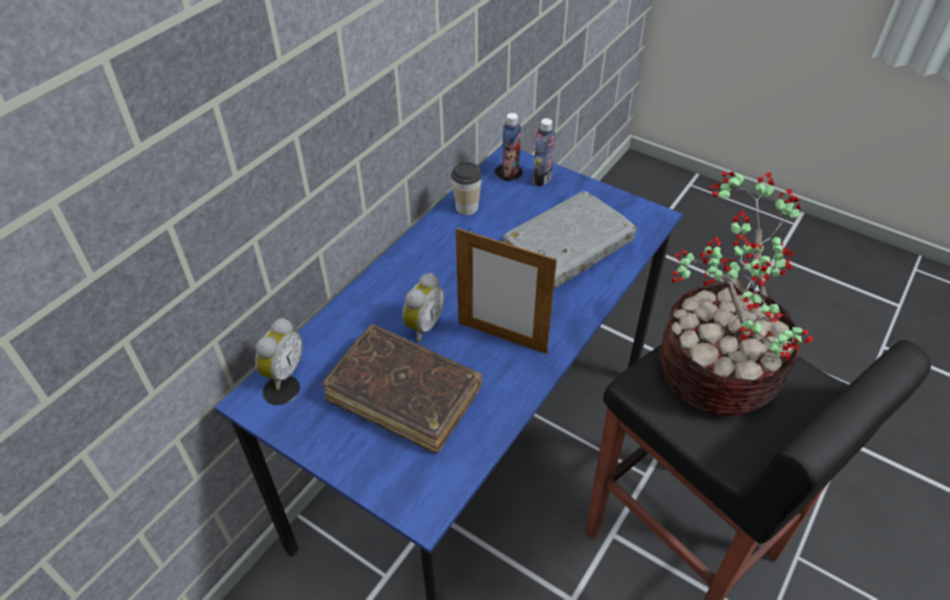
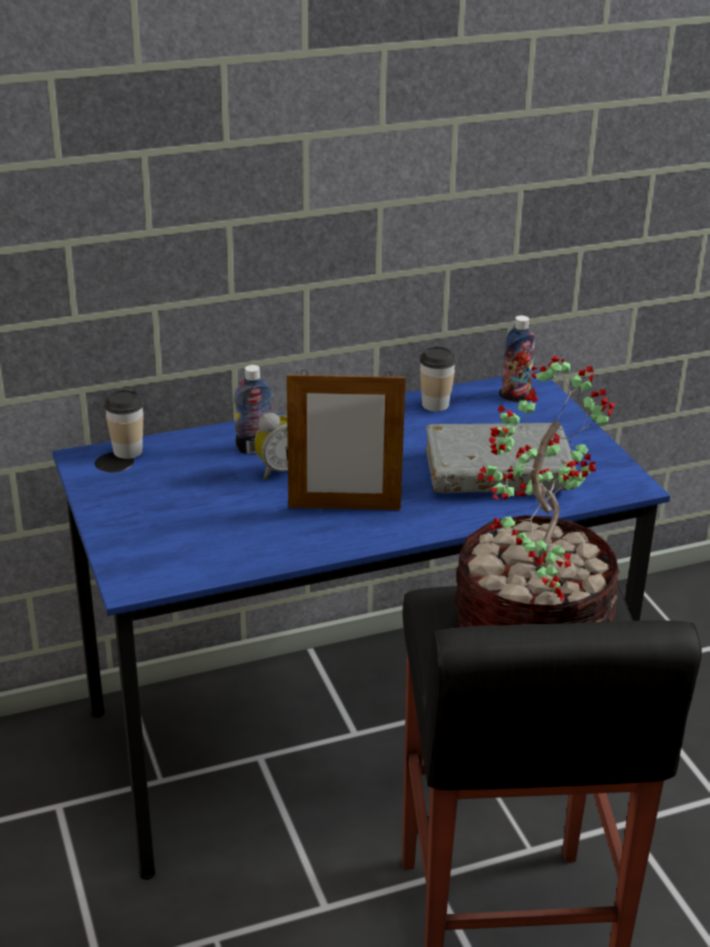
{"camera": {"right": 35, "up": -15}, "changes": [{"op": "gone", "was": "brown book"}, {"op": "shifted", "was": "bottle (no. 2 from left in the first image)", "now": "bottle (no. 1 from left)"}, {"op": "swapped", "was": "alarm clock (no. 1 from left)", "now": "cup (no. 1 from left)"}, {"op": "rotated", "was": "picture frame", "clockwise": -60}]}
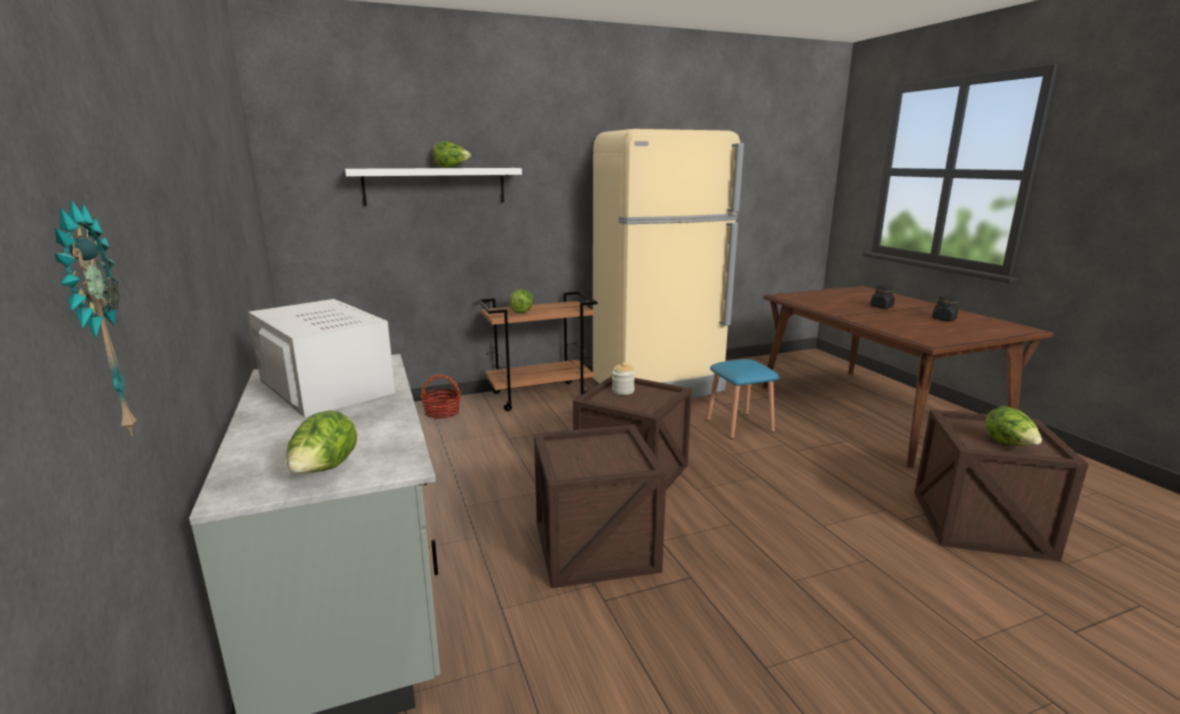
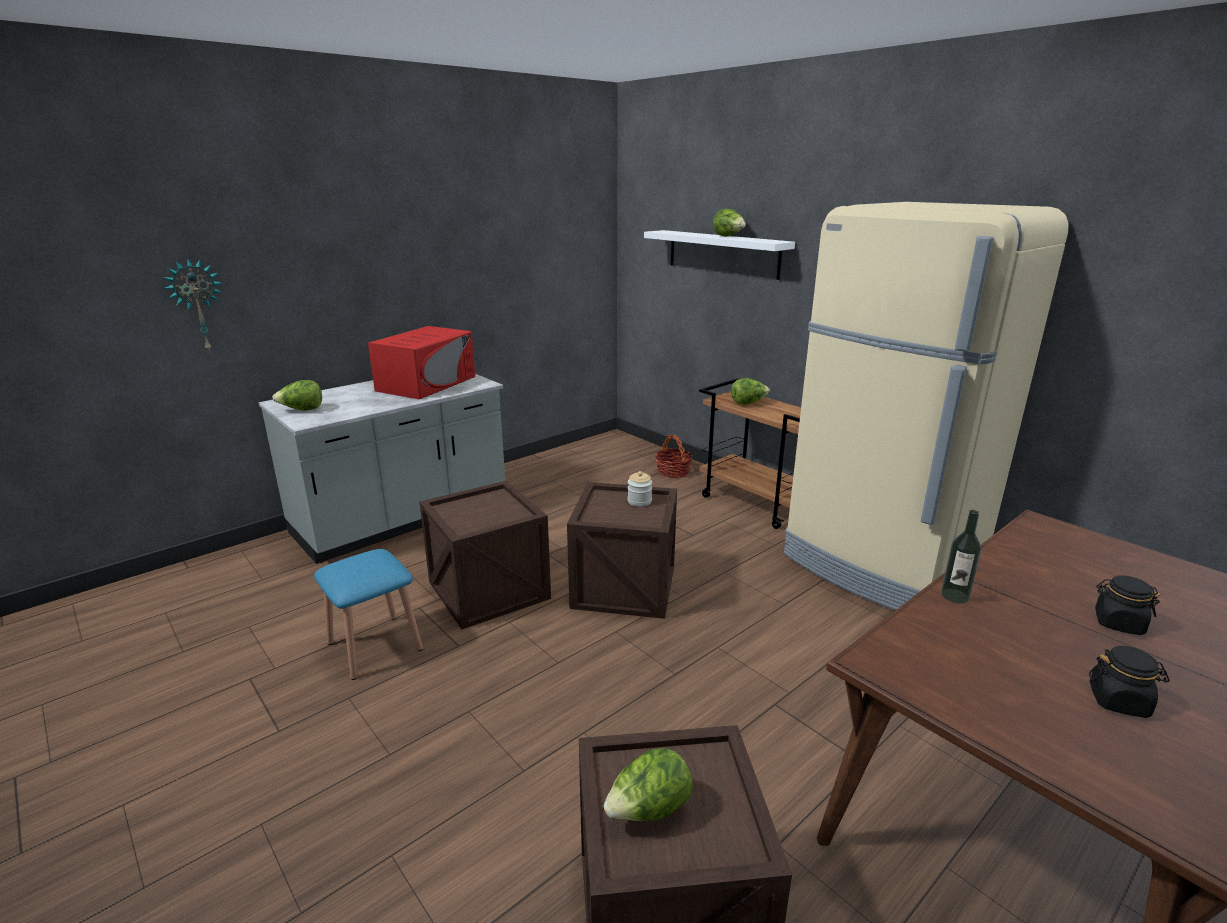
{"camera": {"right": 70, "up": 5}, "changes": [{"op": "new", "now": "bottle"}, {"op": "shifted", "was": "blue stool"}, {"op": "repainted", "was": "white microwave", "now": "red microwave"}]}
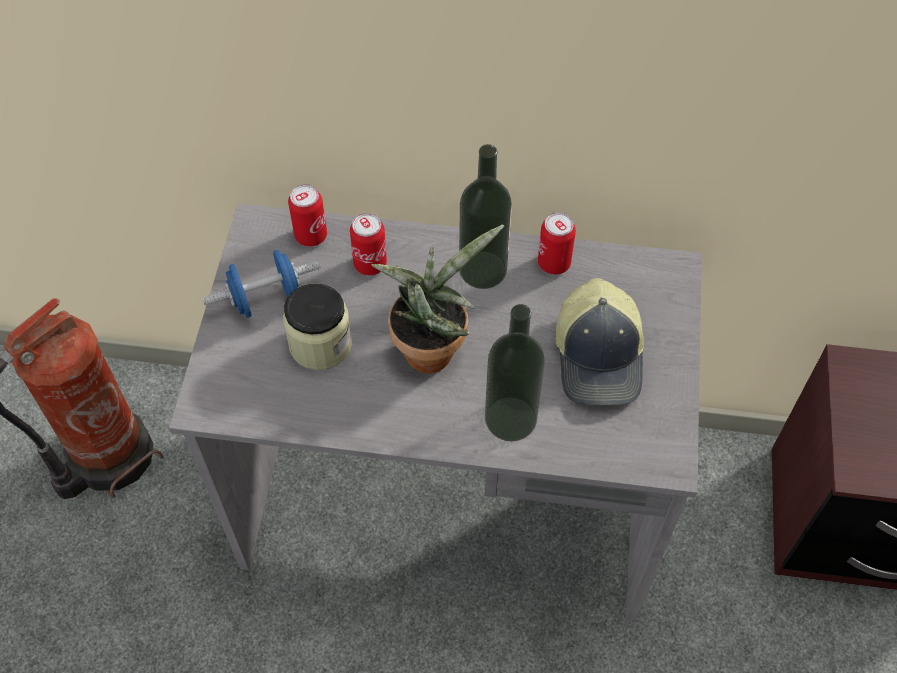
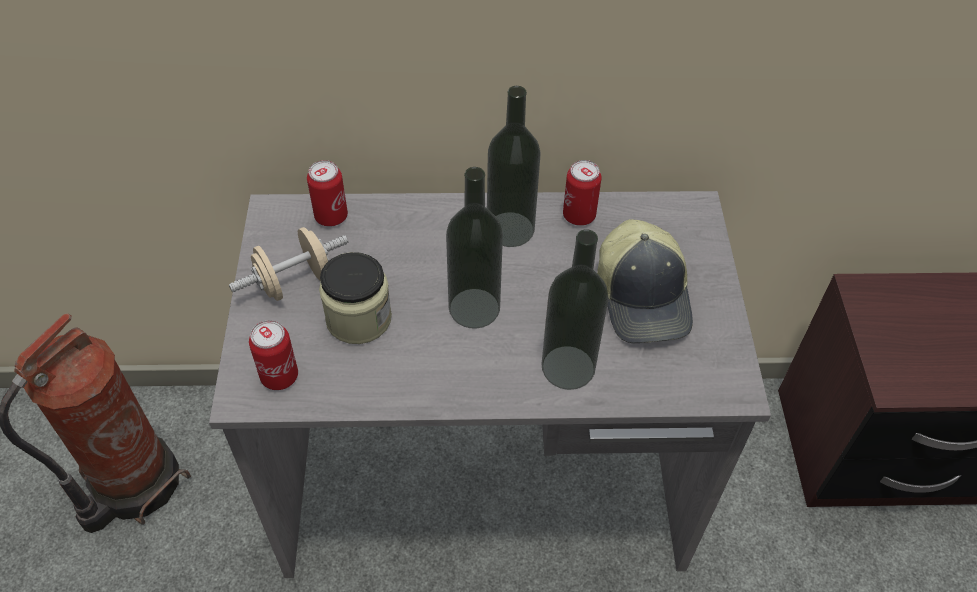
{"camera": {"right": -10, "up": -5}, "changes": [{"op": "shifted", "was": "can (no. 2 from left in the first image)", "now": "can (no. 1 from left)"}, {"op": "swapped", "was": "potted plant", "now": "bottle (no. 1 from left)"}, {"op": "repainted", "was": "blue dumbbell", "now": "beige dumbbell"}]}
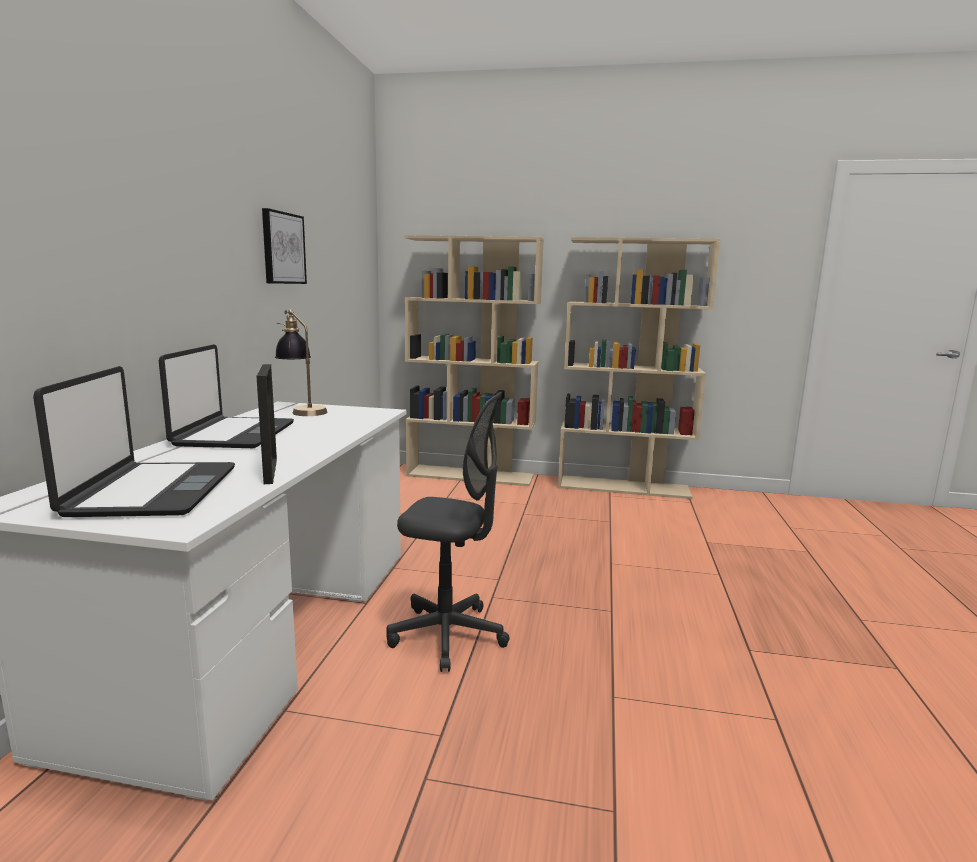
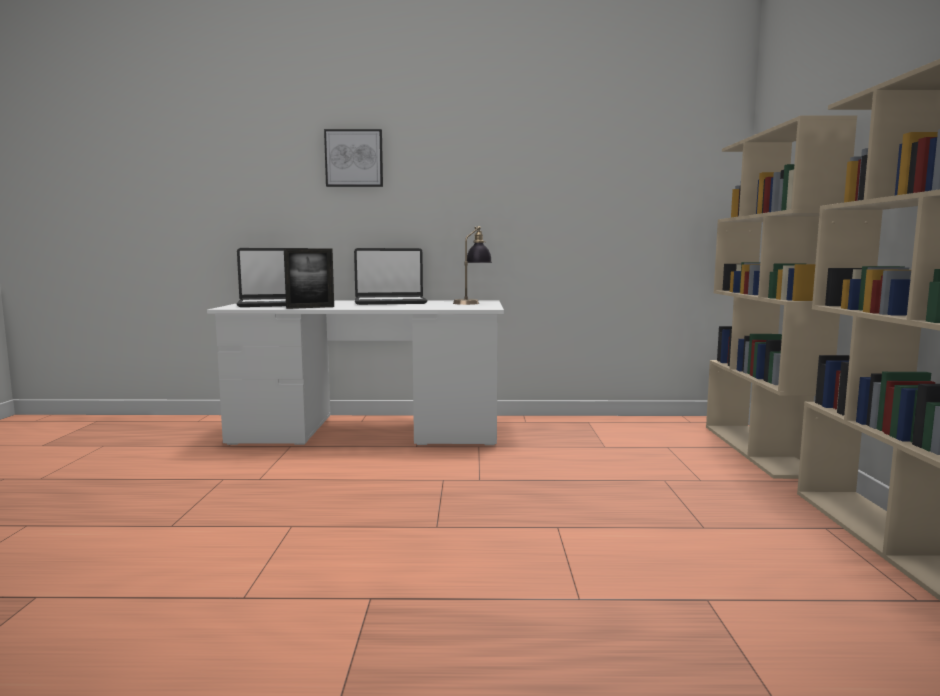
{"camera": {"right": 80, "up": -5}, "changes": [{"op": "gone", "was": "grey office chair"}, {"op": "shifted", "was": "picture"}]}
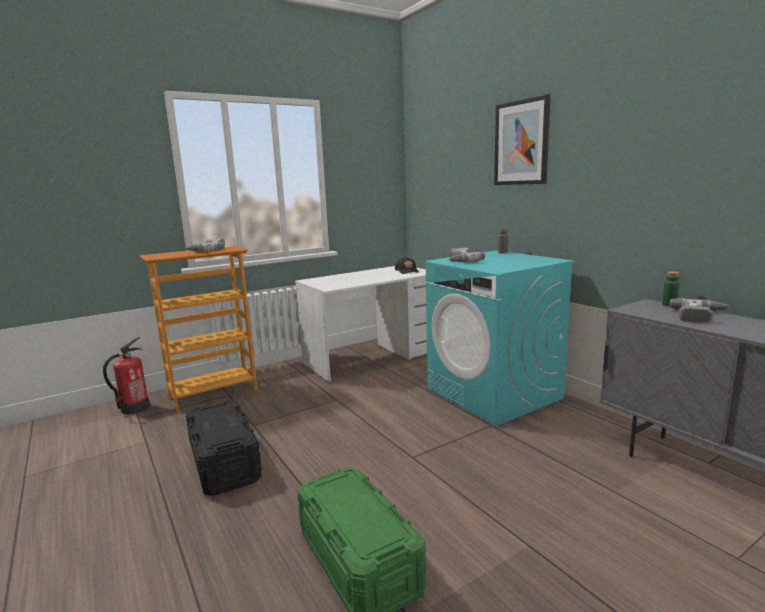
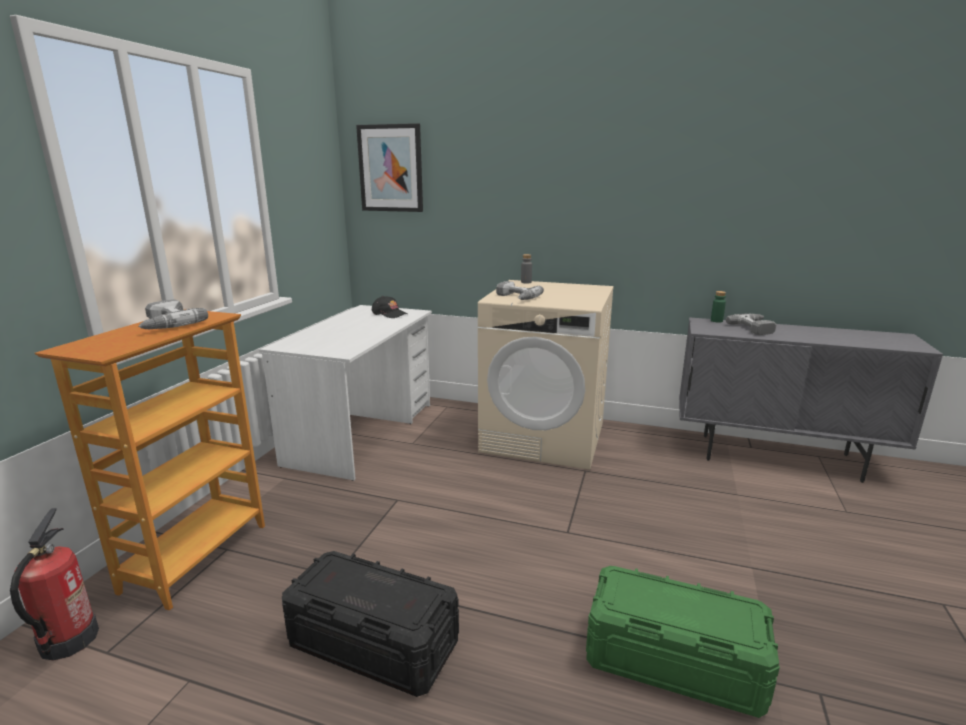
{"camera": {"right": -40, "up": 5}, "changes": [{"op": "shifted", "was": "picture"}, {"op": "repainted", "was": "turquoise washing machine", "now": "beige washing machine"}]}
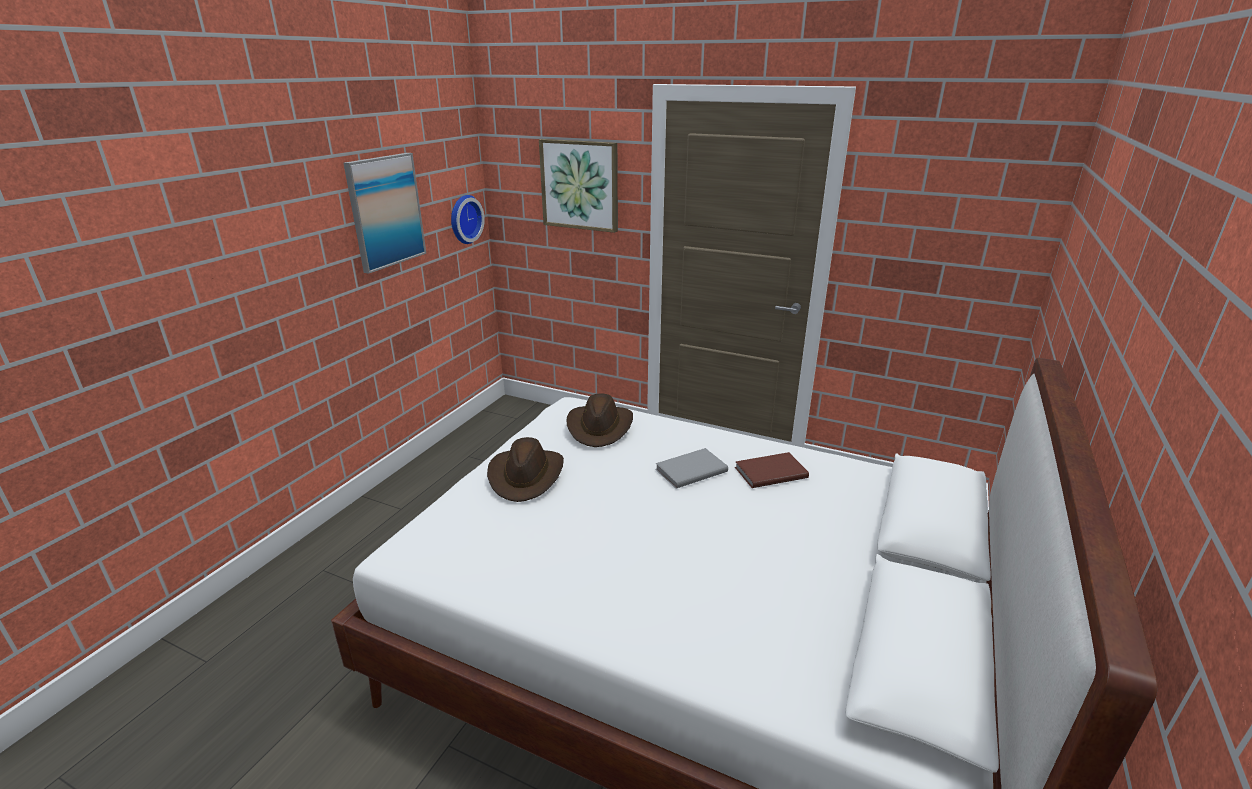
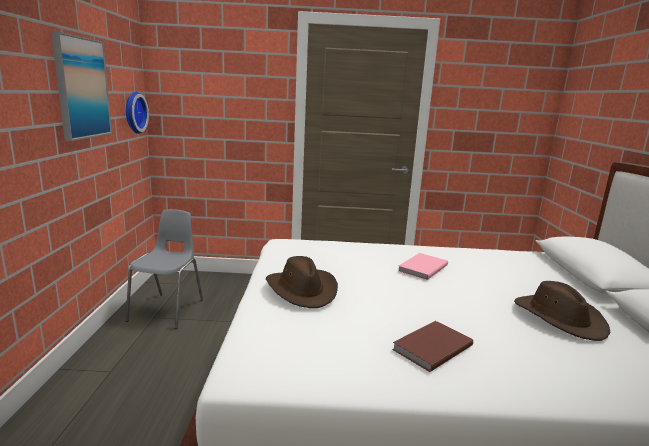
{"camera": {"right": -25, "up": -10}, "changes": [{"op": "gone", "was": "picture (no. 2 from left)"}, {"op": "new", "now": "grey chair"}, {"op": "shifted", "was": "brown hat (no. 2 from left)"}, {"op": "shifted", "was": "brown book"}, {"op": "repainted", "was": "grey book", "now": "pink book"}]}
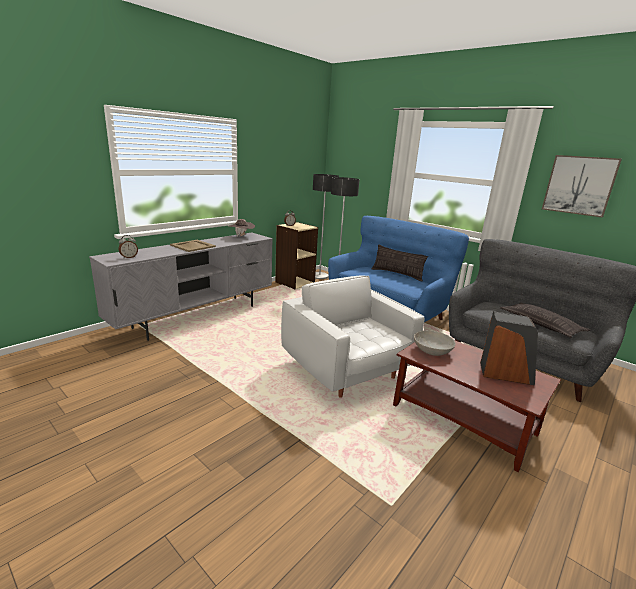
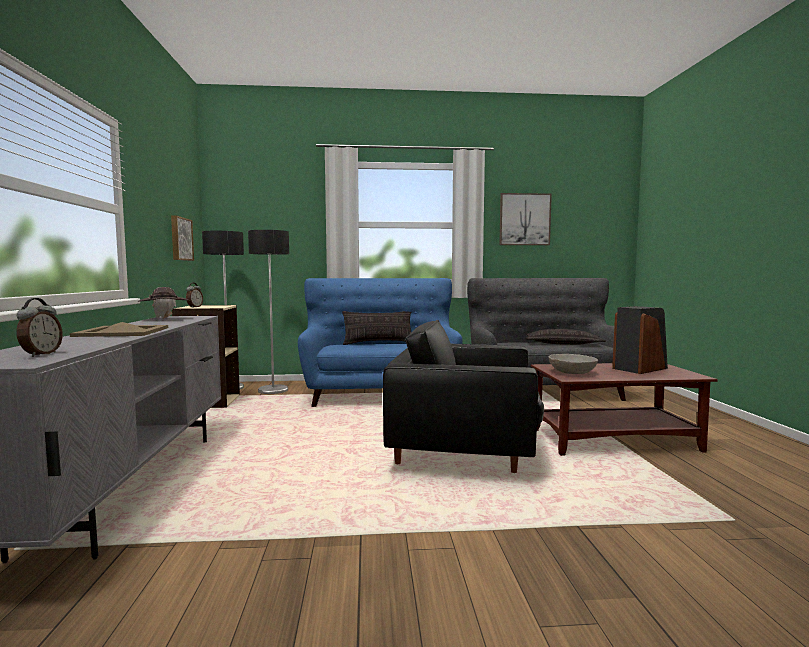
{"camera": {"right": -45, "up": -15}, "changes": [{"op": "new", "now": "picture (no. 1 from left)"}, {"op": "repainted", "was": "white armchair", "now": "black armchair"}]}
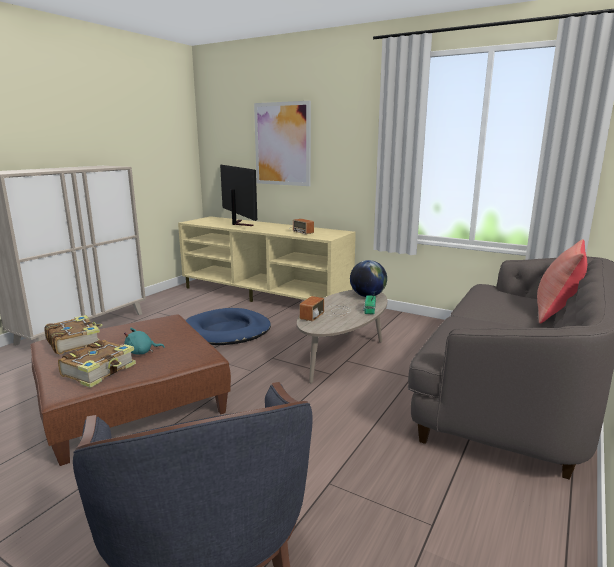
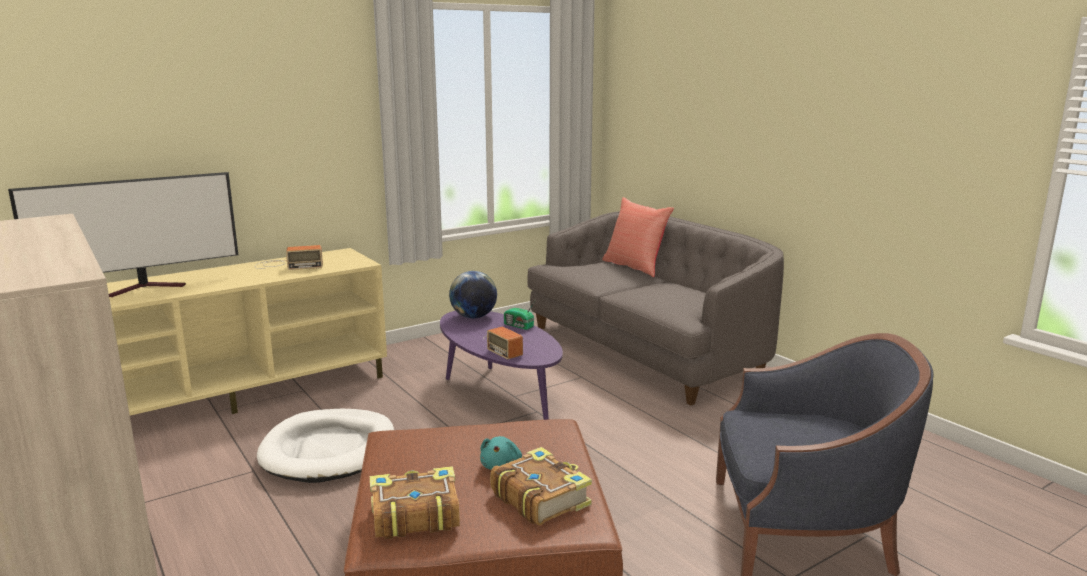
{"camera": {"right": -65, "up": 0}, "changes": [{"op": "gone", "was": "picture"}, {"op": "repainted", "was": "blue dog bed", "now": "white dog bed"}, {"op": "repainted", "was": "beige coffee table", "now": "purple coffee table"}, {"op": "rotated", "was": "television", "clockwise": 150}]}
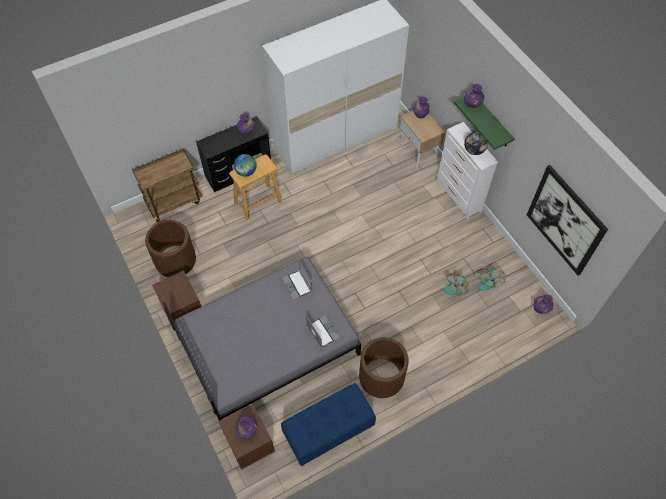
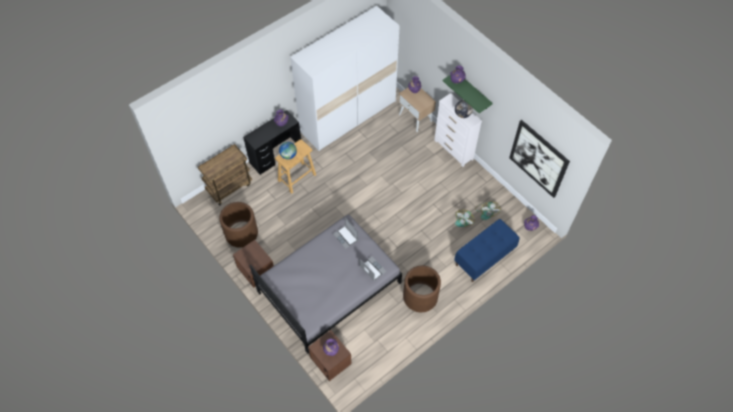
{"camera": {"right": -10, "up": 0}, "changes": [{"op": "shifted", "was": "blue bench"}]}
